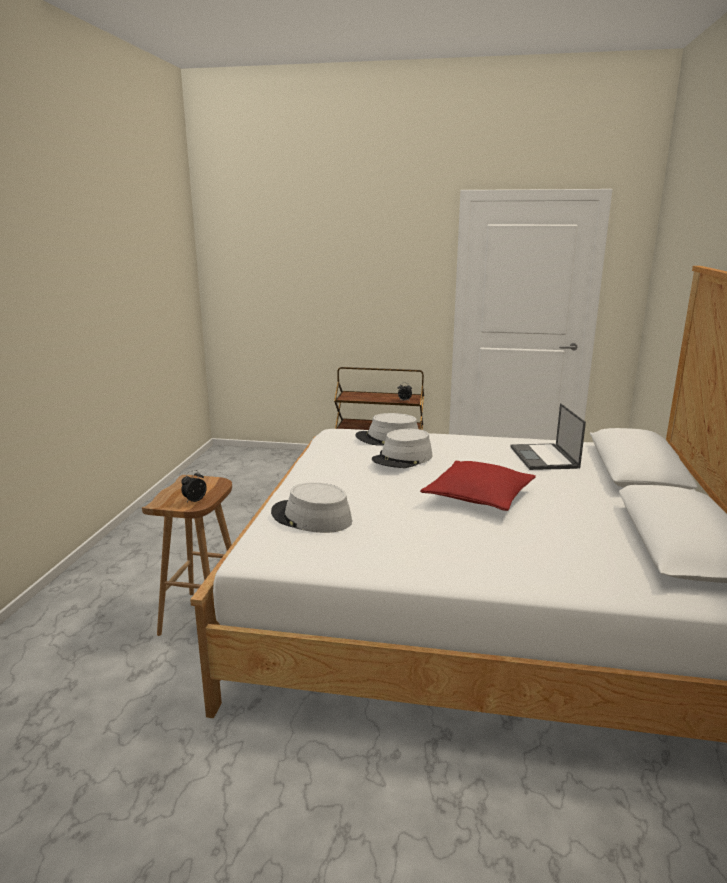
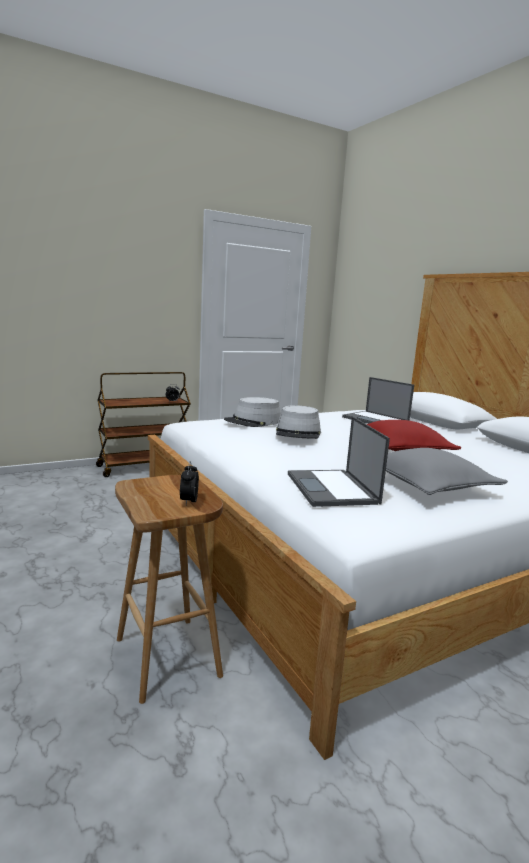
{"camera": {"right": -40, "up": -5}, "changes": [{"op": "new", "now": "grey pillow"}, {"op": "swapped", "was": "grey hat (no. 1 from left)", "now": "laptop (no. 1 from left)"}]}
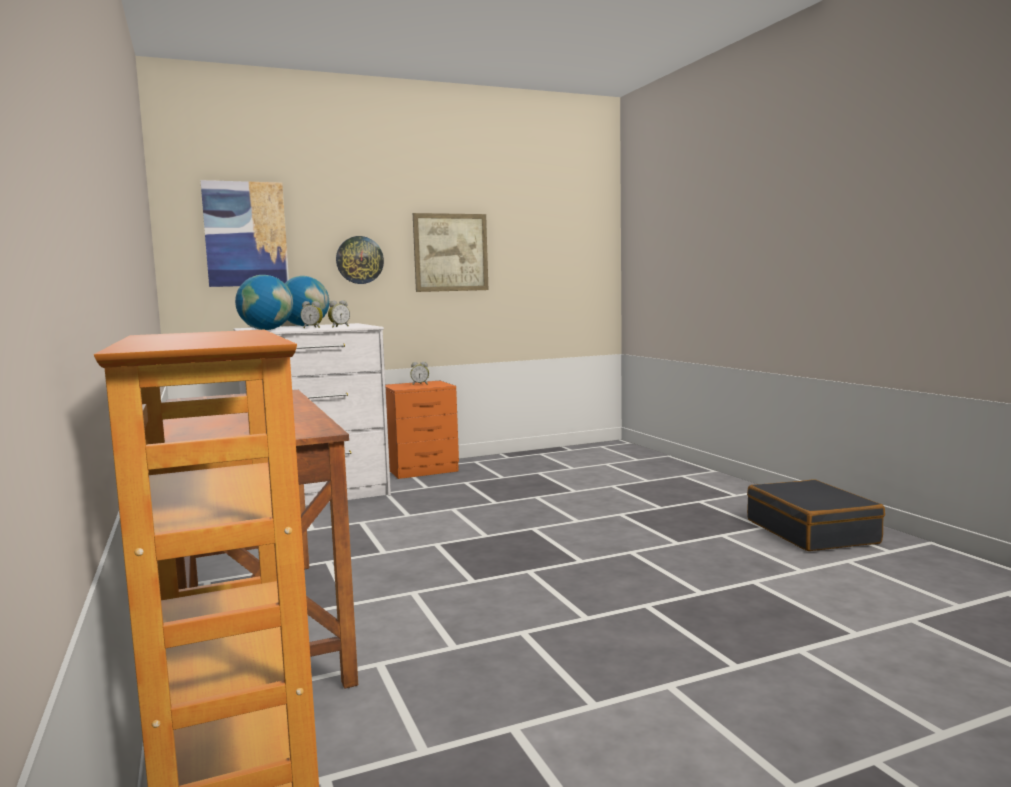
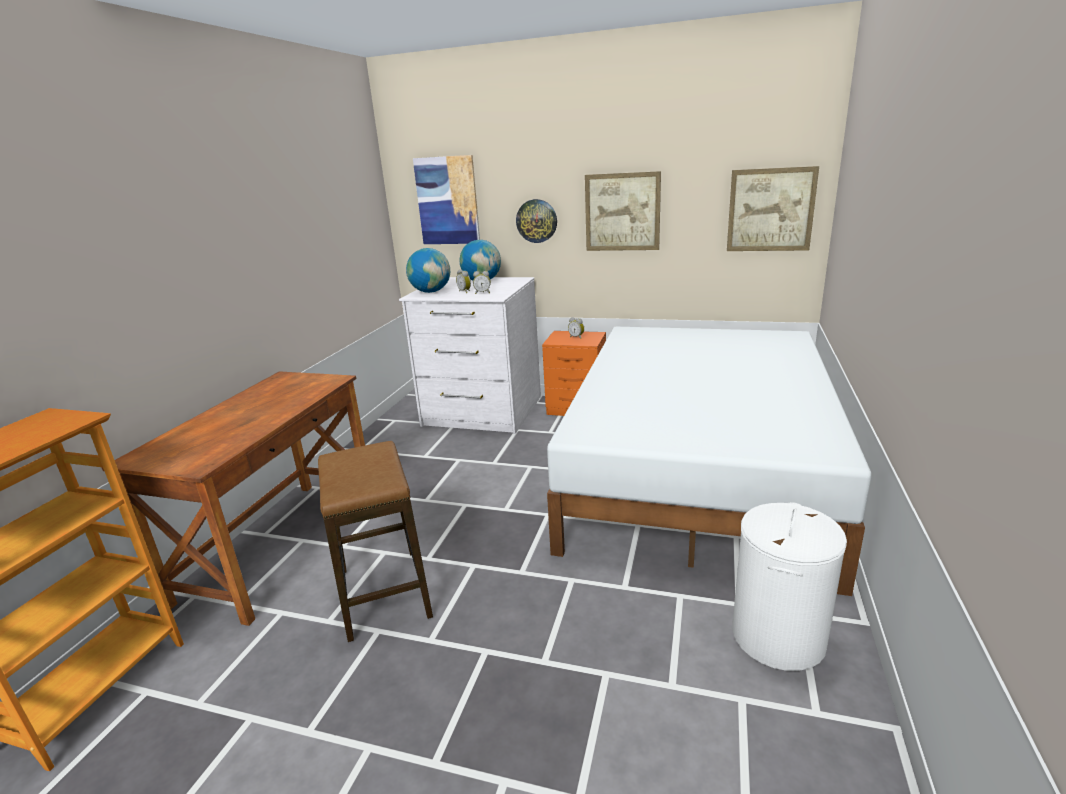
{"camera": {"right": 40, "up": 15}, "changes": [{"op": "new", "now": "stool"}, {"op": "new", "now": "white bed"}, {"op": "new", "now": "picture (no. 3 from left)"}, {"op": "swapped", "was": "black suitcase", "now": "white laundry basket"}]}
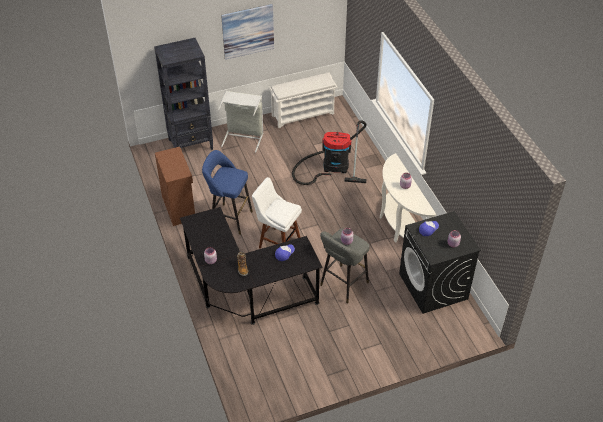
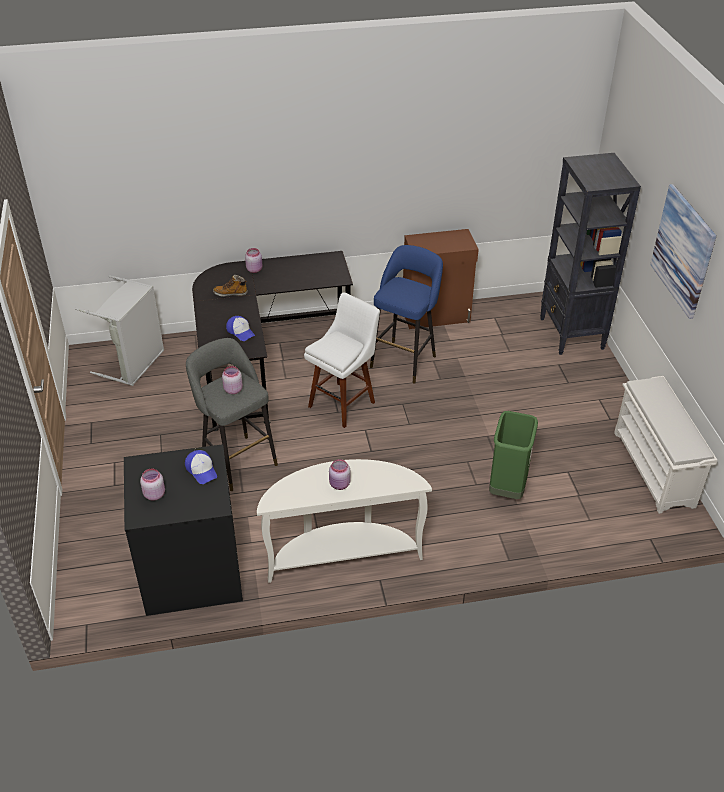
{"camera": {"right": 100, "up": -5}, "changes": [{"op": "shifted", "was": "grey laundry basket"}, {"op": "swapped", "was": "vacuum cleaner", "now": "green trash can"}]}
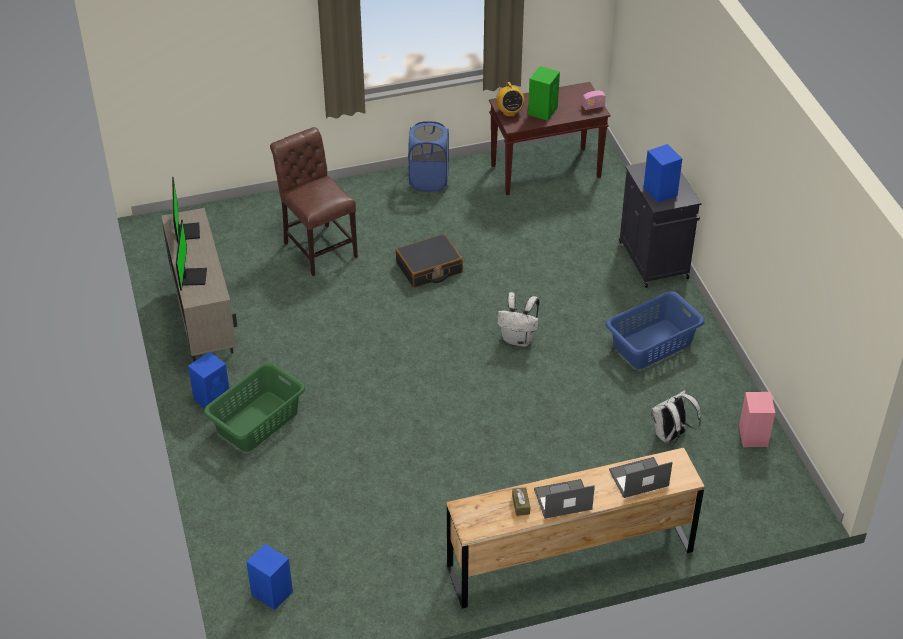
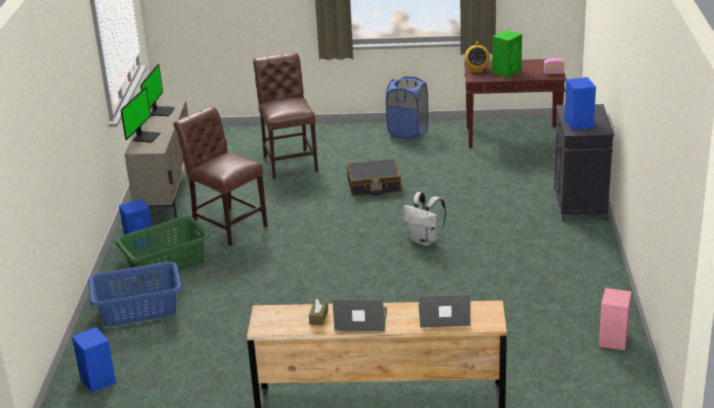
{"camera": {"right": 20, "up": -15}, "changes": [{"op": "gone", "was": "white backpack (no. 2 from left)"}, {"op": "new", "now": "brown chair (no. 1 from left)"}, {"op": "shifted", "was": "blue laundry basket (no. 2 from left in the first image)", "now": "blue laundry basket (no. 1 from left)"}]}
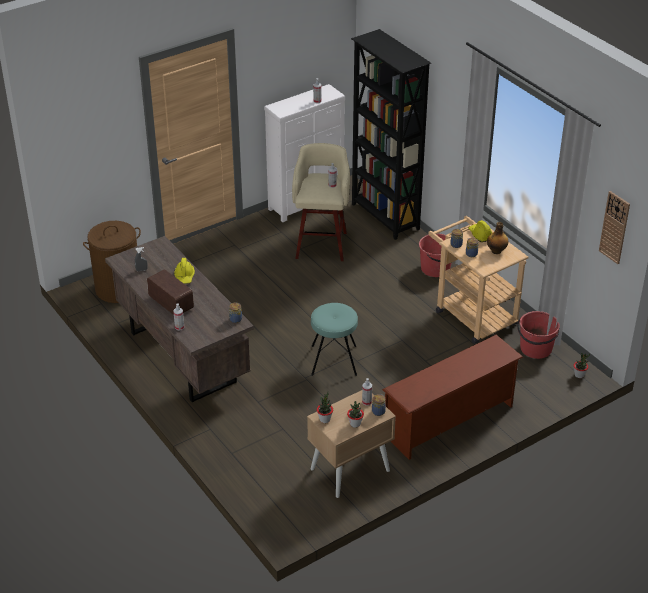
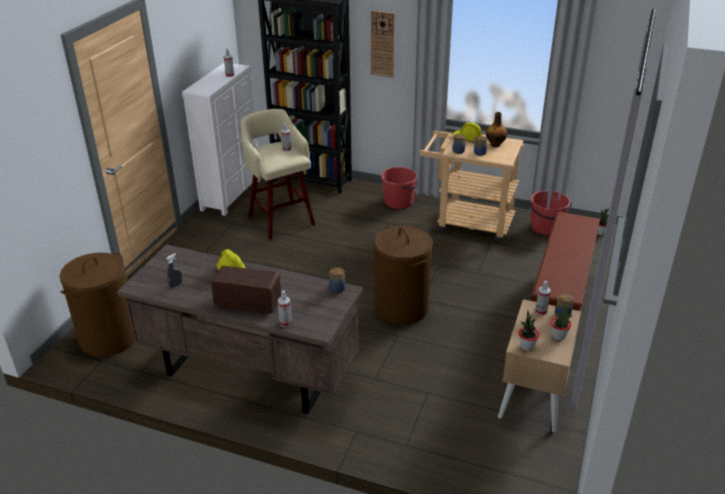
{"camera": {"right": -35, "up": -5}, "changes": [{"op": "shifted", "was": "wall clock"}, {"op": "swapped", "was": "turquoise stool", "now": "brown laundry basket (no. 2 from left)"}]}
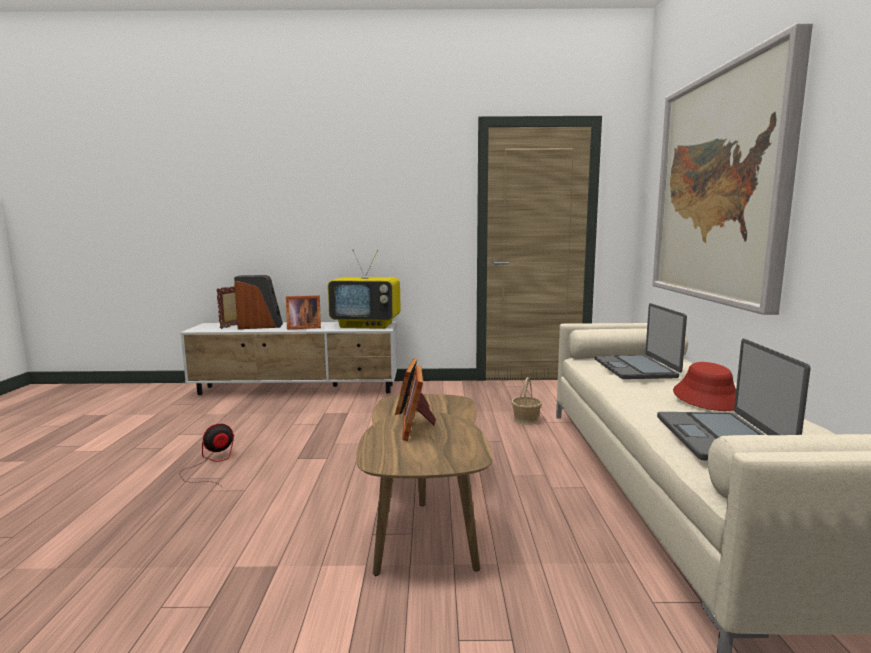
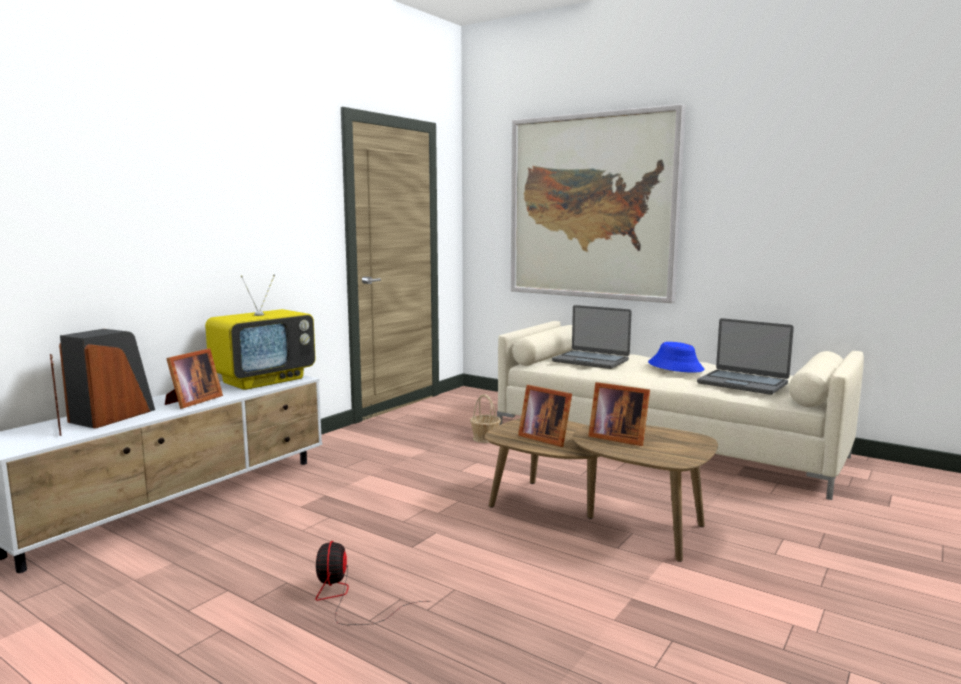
{"camera": {"right": -55, "up": 0}, "changes": [{"op": "repainted", "was": "red hat", "now": "blue hat"}]}
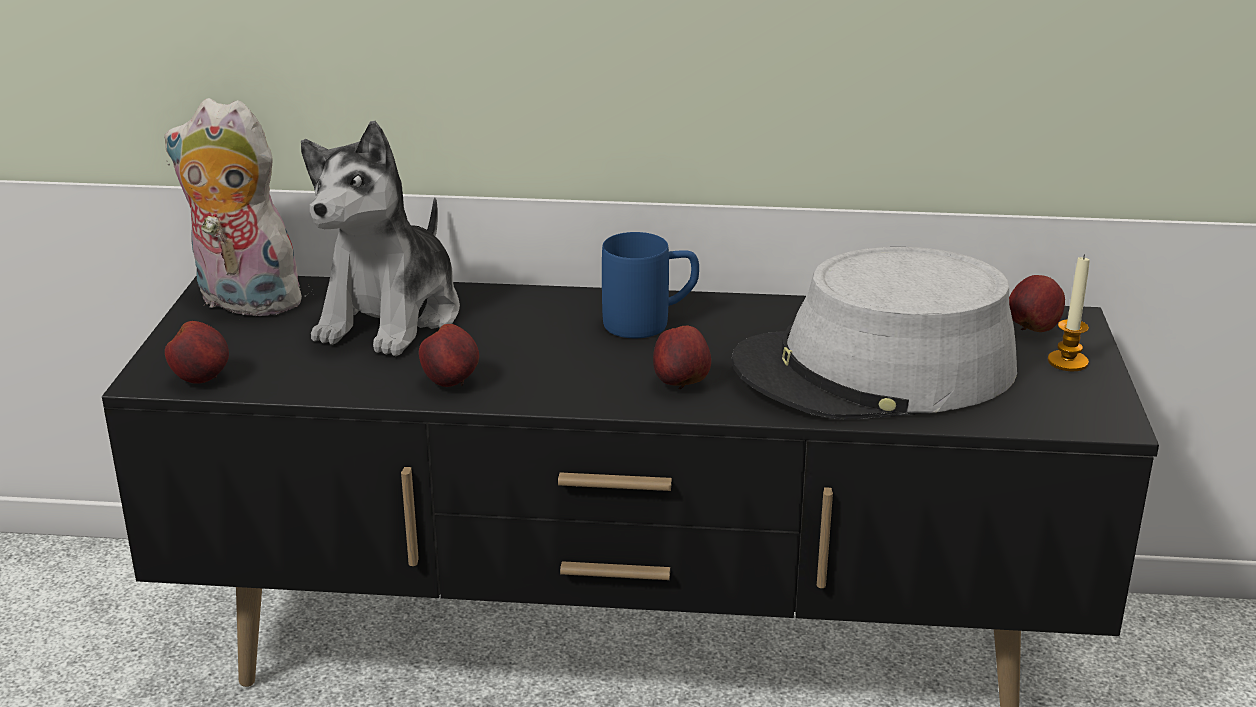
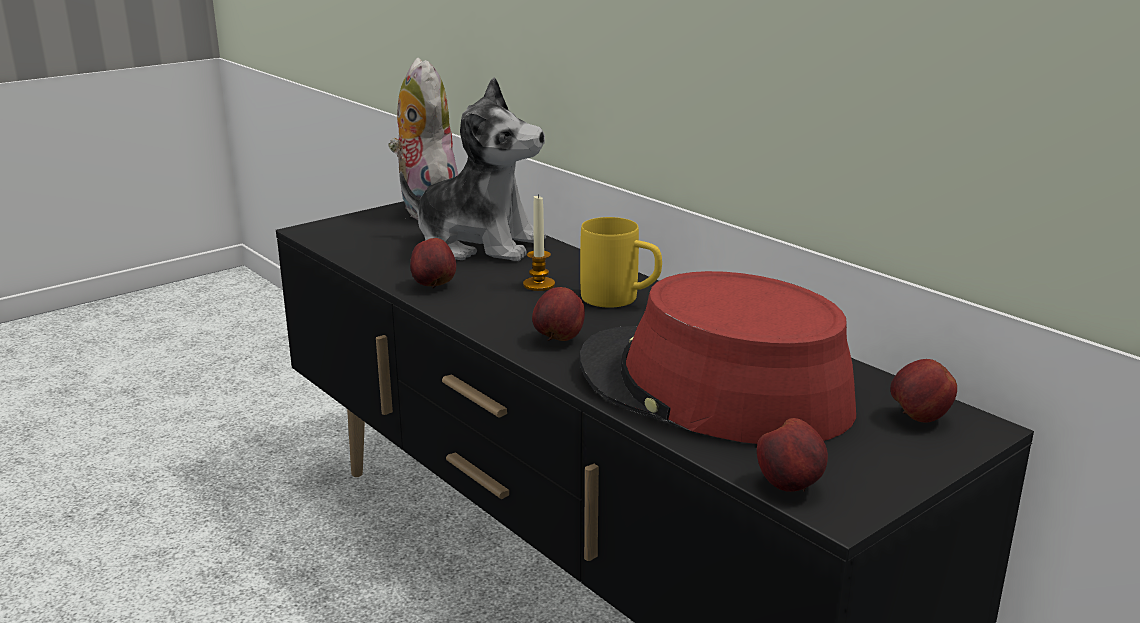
{"camera": {"right": 45, "up": -5}, "changes": [{"op": "shifted", "was": "apple (no. 1 from left in the first image)", "now": "apple (no. 3 from left)"}, {"op": "shifted", "was": "candle"}, {"op": "repainted", "was": "blue mug", "now": "yellow mug"}, {"op": "repainted", "was": "grey hat", "now": "red hat"}, {"op": "rotated", "was": "plush toy (no. 2 from left)", "clockwise": -135}]}
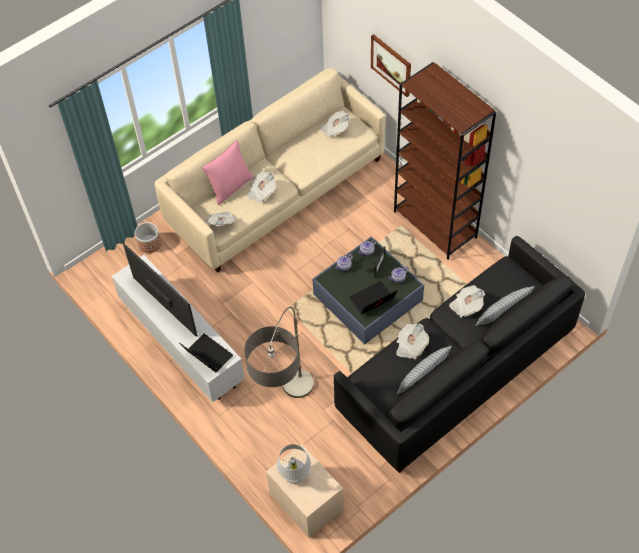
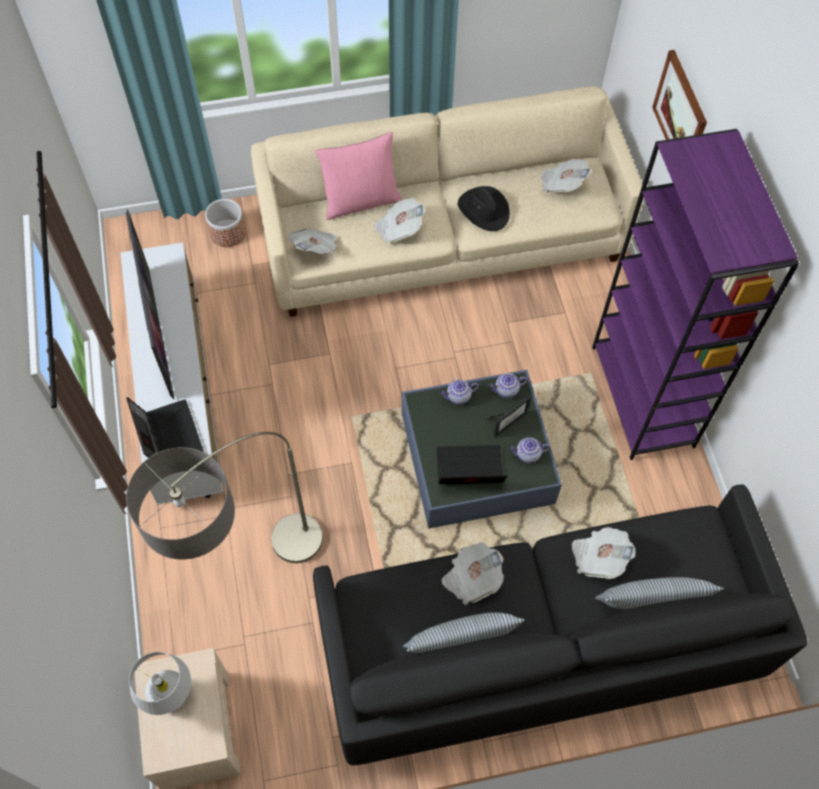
{"camera": {"right": 25, "up": 5}, "changes": [{"op": "new", "now": "black hat"}, {"op": "repainted", "was": "brown bookcase", "now": "purple bookcase"}]}
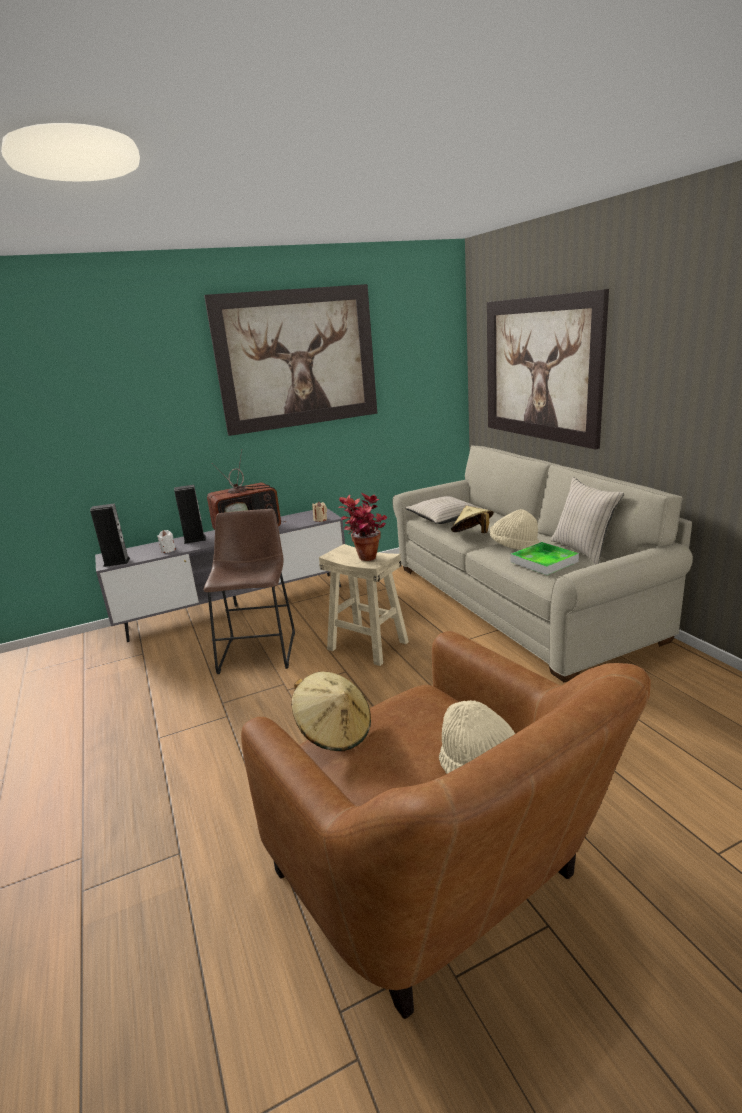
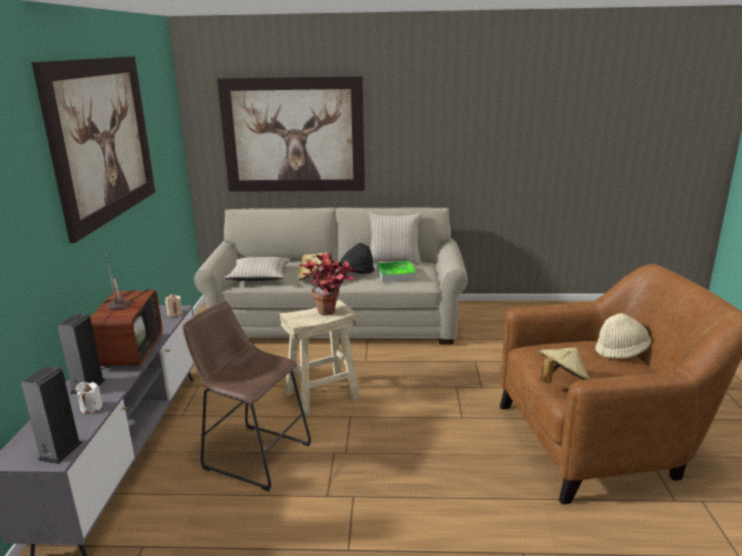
{"camera": {"right": -65, "up": 0}, "changes": [{"op": "repainted", "was": "beige hat (no. 4 from left)", "now": "black hat"}]}
